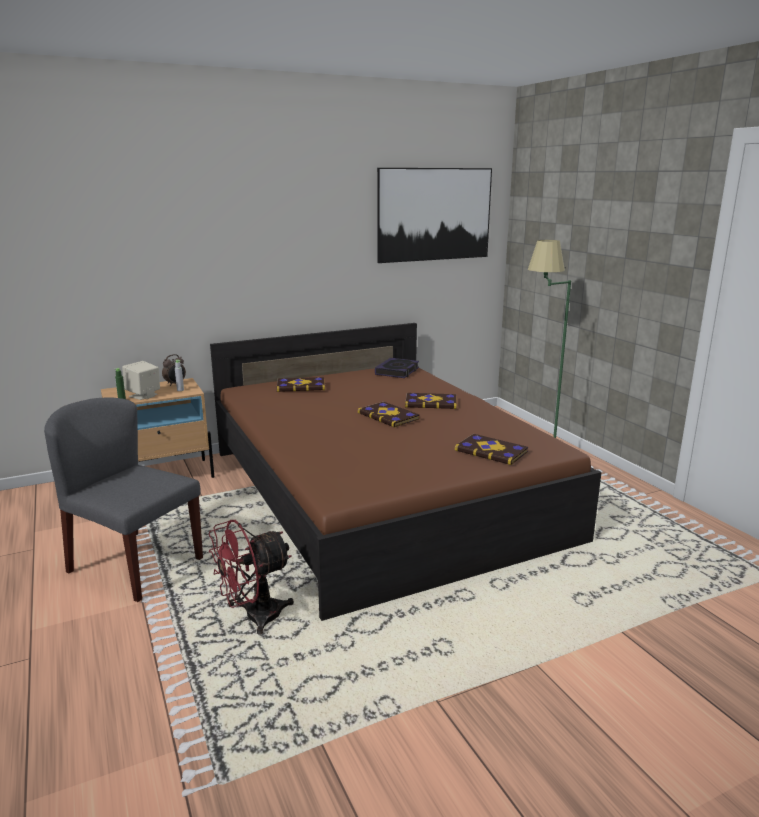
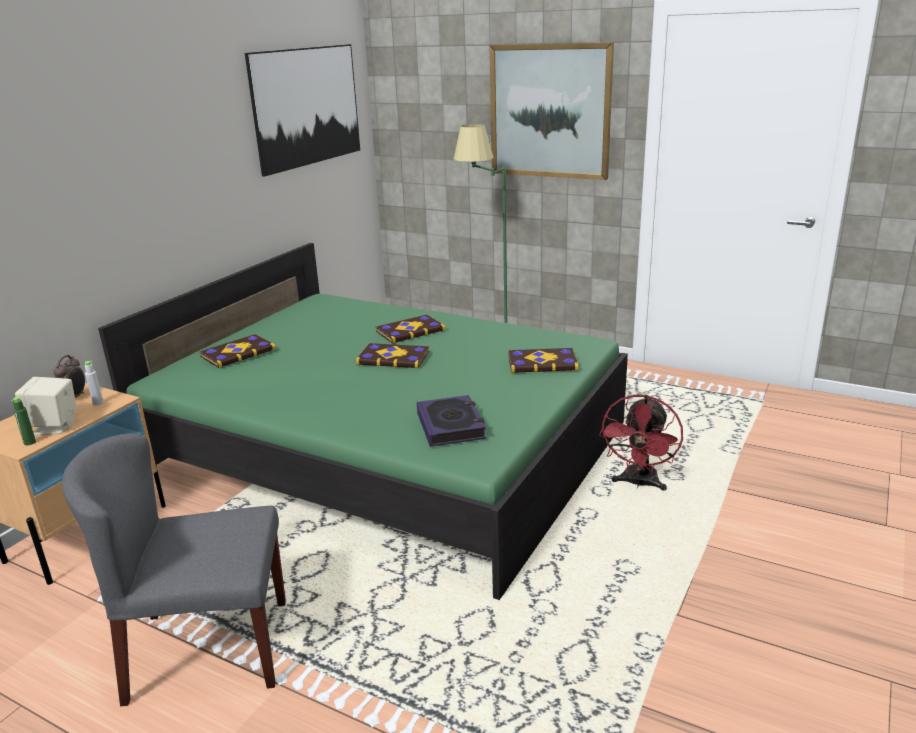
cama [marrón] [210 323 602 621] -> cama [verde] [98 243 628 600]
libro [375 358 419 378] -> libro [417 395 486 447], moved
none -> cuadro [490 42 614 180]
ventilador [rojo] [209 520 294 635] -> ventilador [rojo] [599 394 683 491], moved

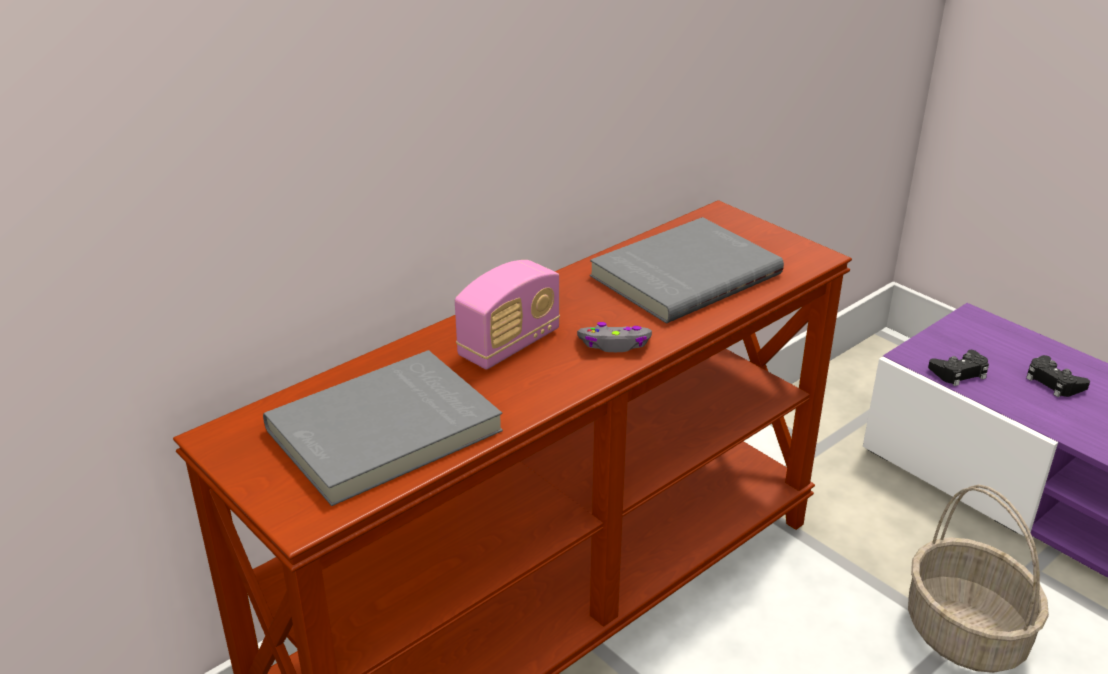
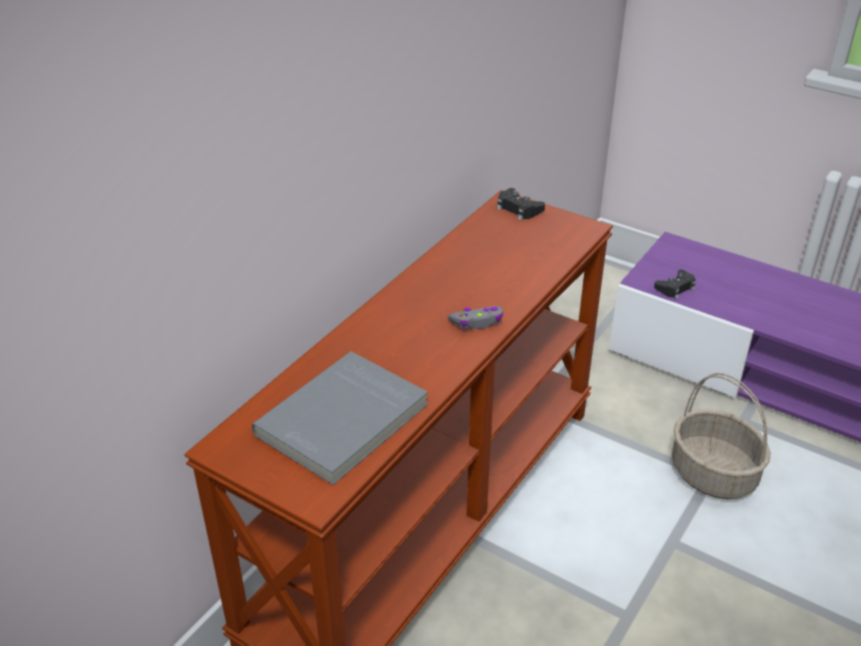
mando de consola [negro] [1026 355 1090 397] -> mando de consola [negro] [497 188 545 221], moved
radio [455 260 560 370] -> none
libro [gris] [590 217 784 324] -> none

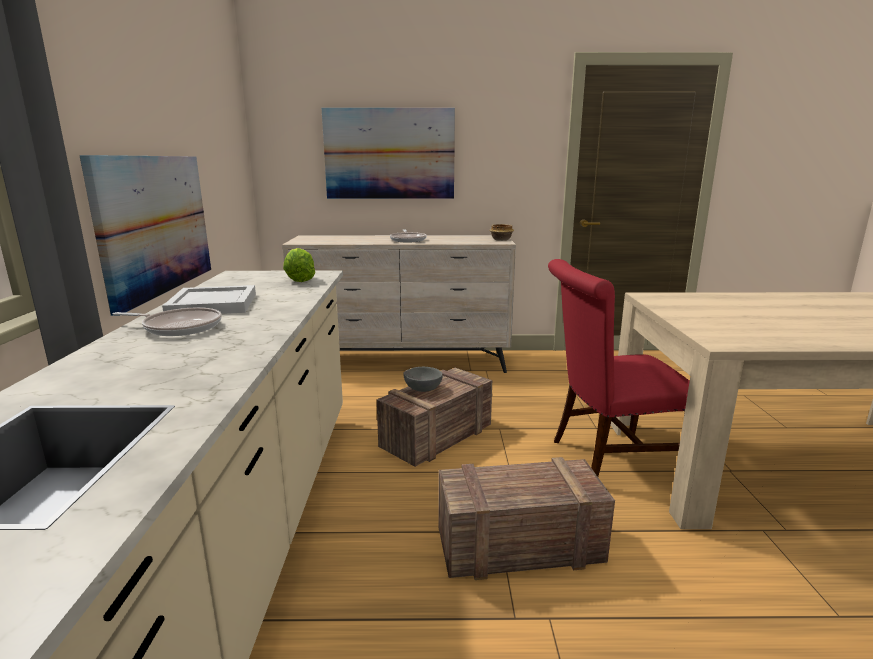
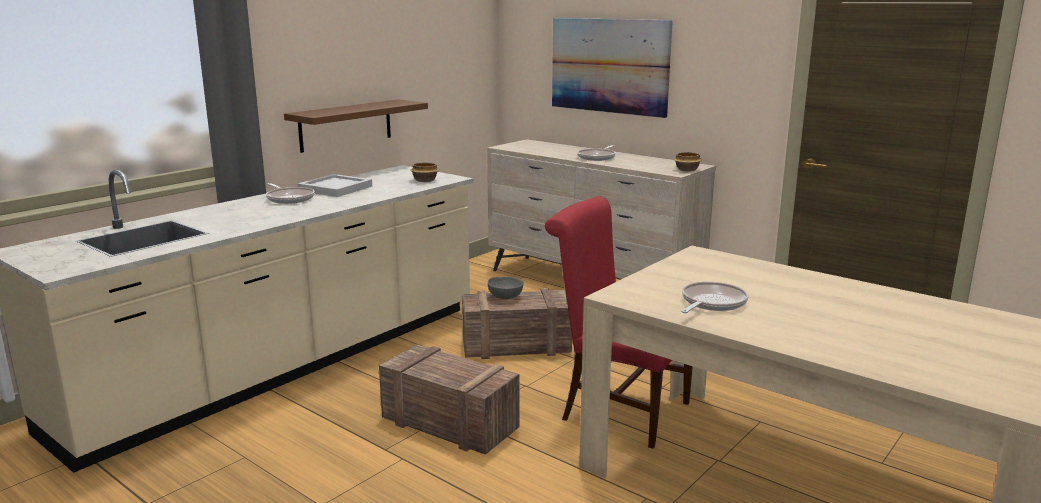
cuadro [79 155 211 316] -> estante [marrón] [284 99 428 153]
lechuga [283 248 315 282] -> cuenco [410 162 439 182]
none -> sartén [681 282 748 313]

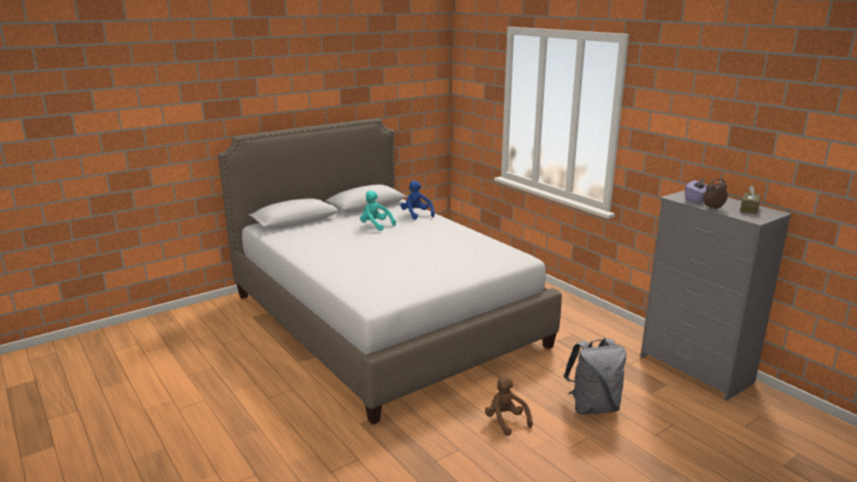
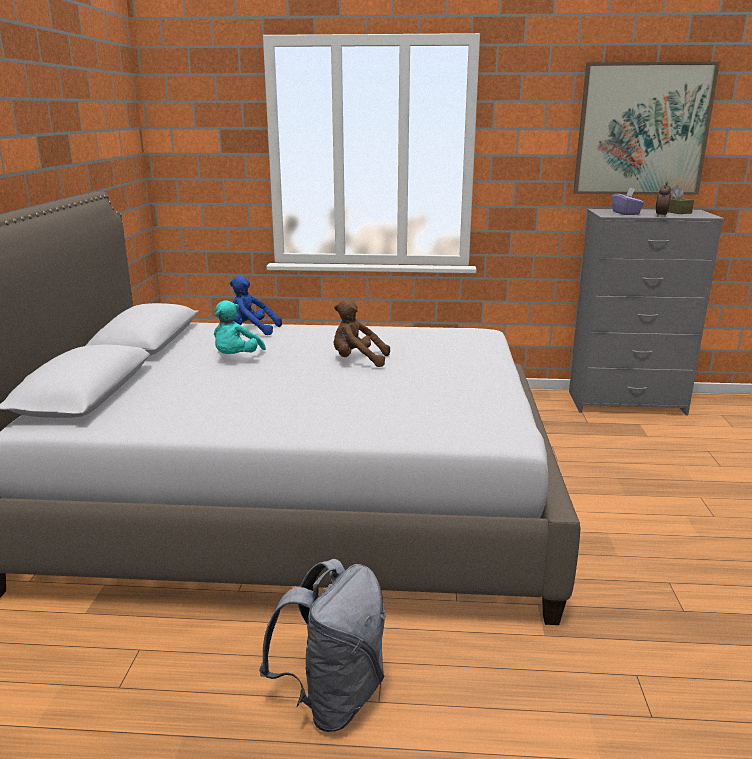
peluche [turquesa] [360 190 396 231] -> peluche [turquesa] [214 300 266 354], 60 degrees counterclockwise
mochila [gris] [563 338 626 415] -> mochila [gris] [259 559 386 732], moved
peluche [marrón] [485 376 533 436] -> peluche [marrón] [333 299 390 367], moved
none -> cuadro [573 62 720 195]

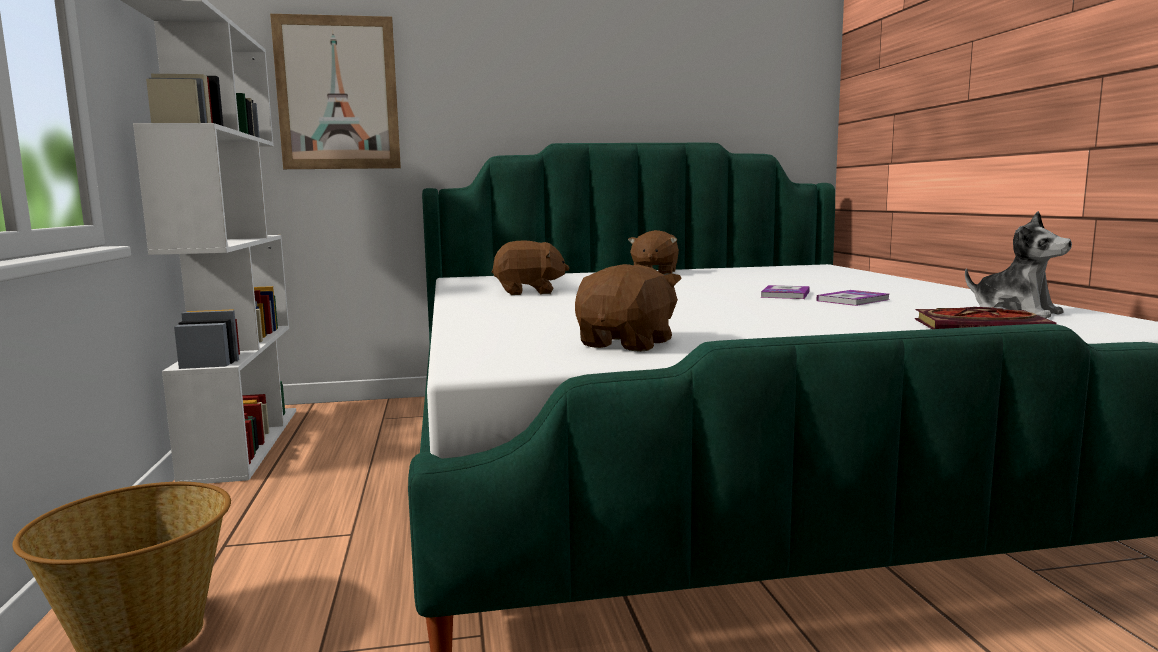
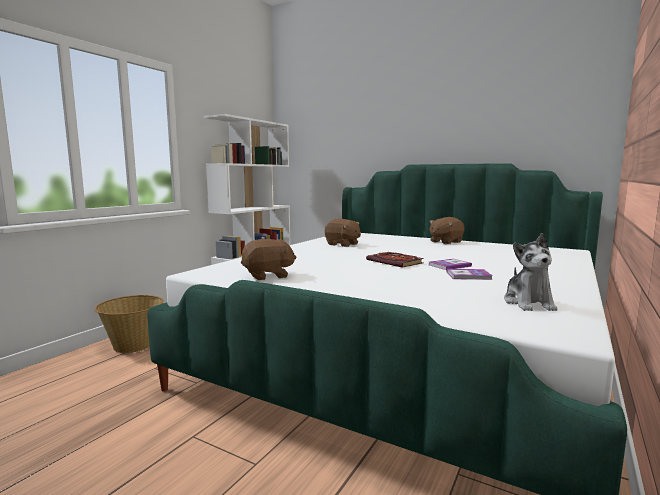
libro [915 307 1056 329] -> libro [366 252 424 268], moved
cuadro [270 14 401 169] -> none

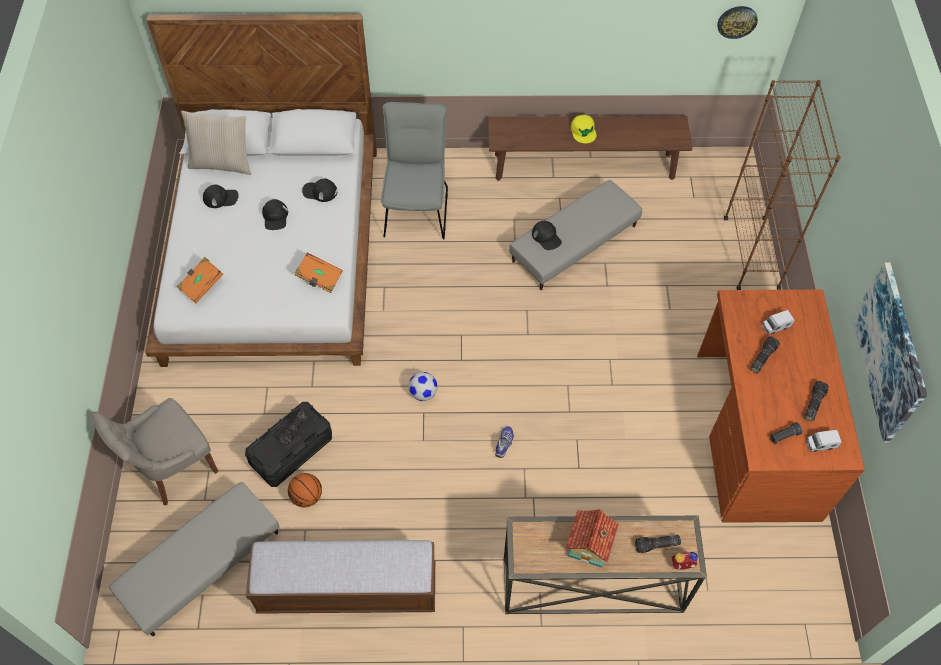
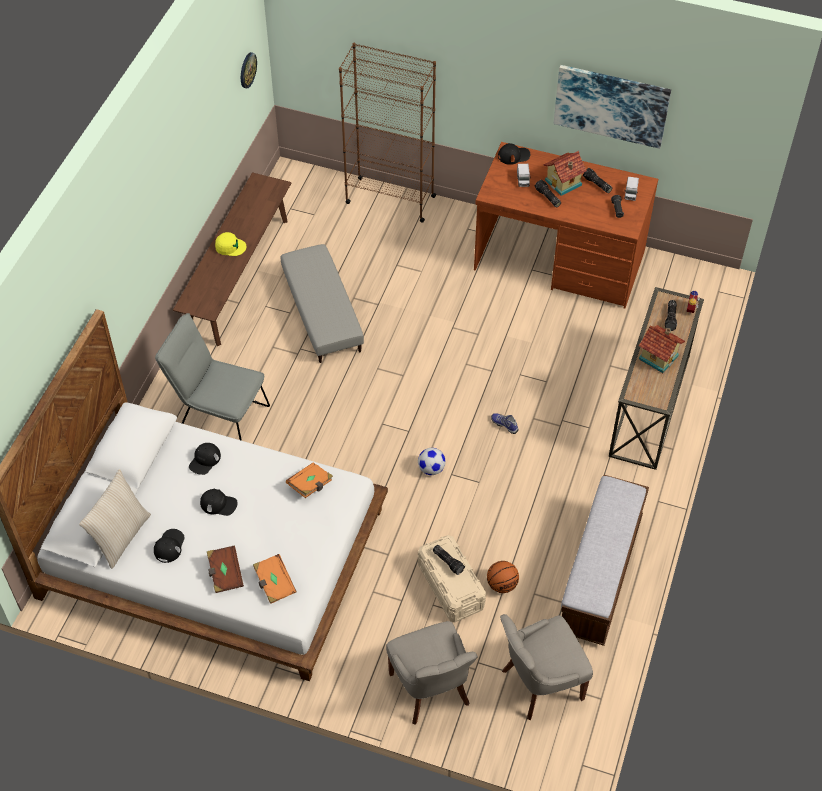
none -> libro [marrón] [207 546 244 593]
caja de almacenaje [negro] [245 402 332 487] -> caja de almacenaje [beis] [418 535 486 623]
gorra [negro] [532 221 562 250] -> gorra [negro] [498 143 530 165], moved
puf [gris] [109 482 279 636] -> silla [gris] [500 614 593 720]
none -> casita [543 151 587 196]

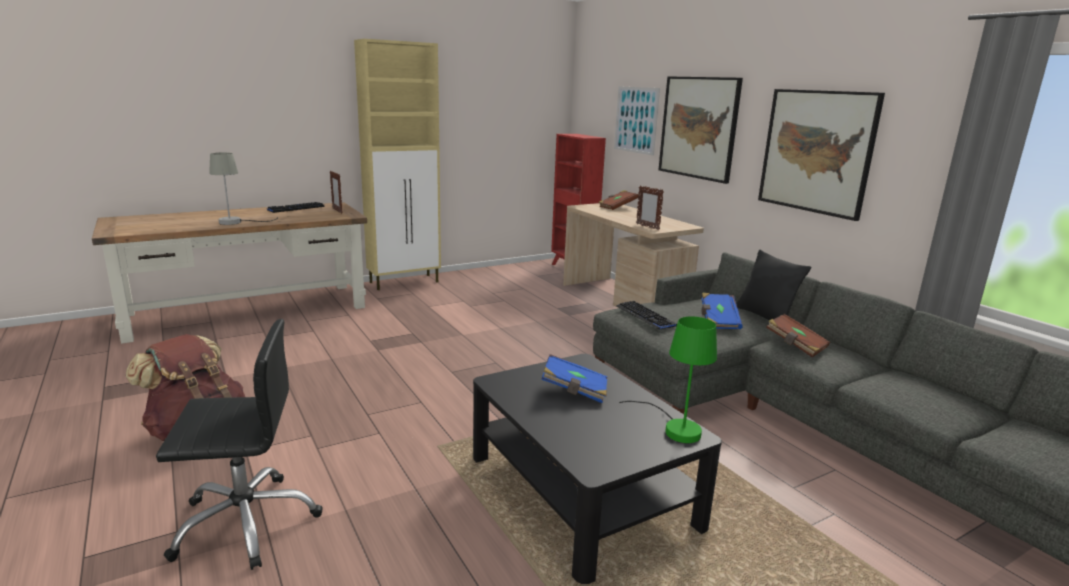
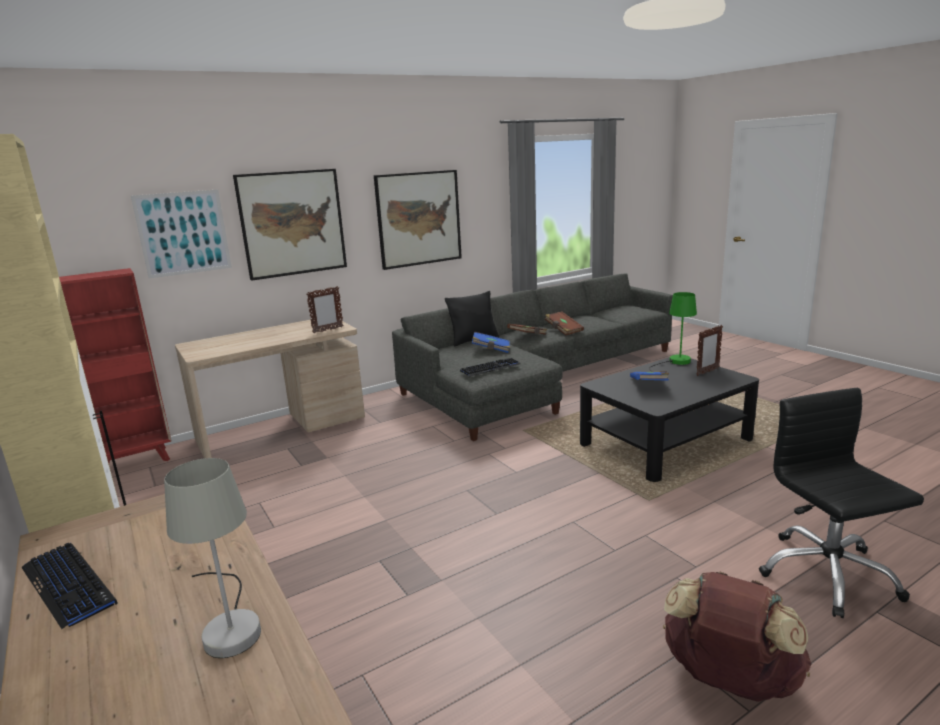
libro [marrón] [599 190 638 210] -> libro [marrón] [545 311 584 335], moved
portarretratos [330 171 343 214] -> portarretratos [696 325 723 376], moved

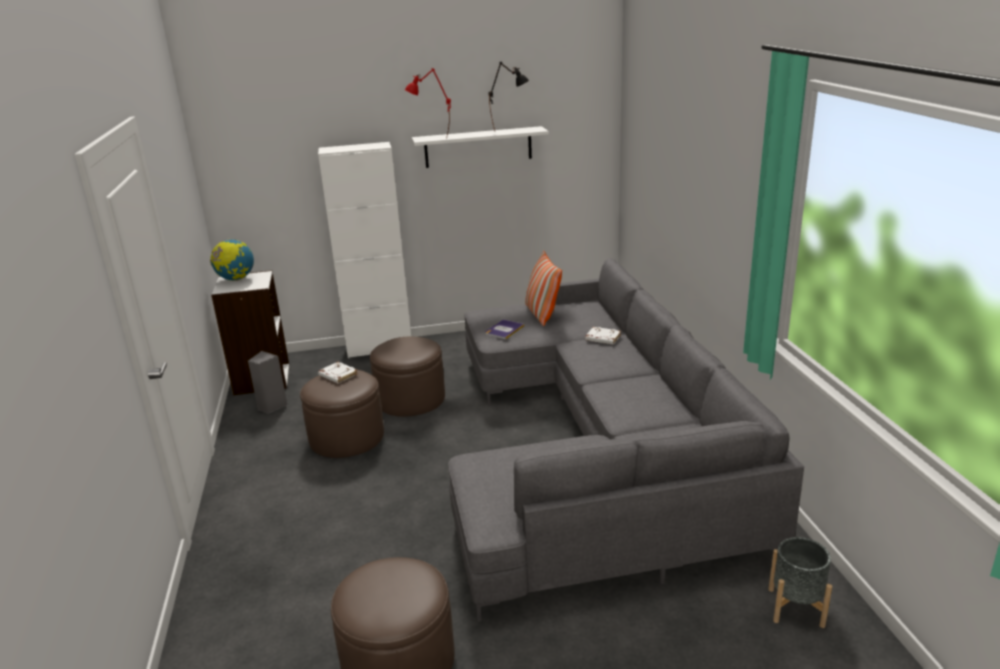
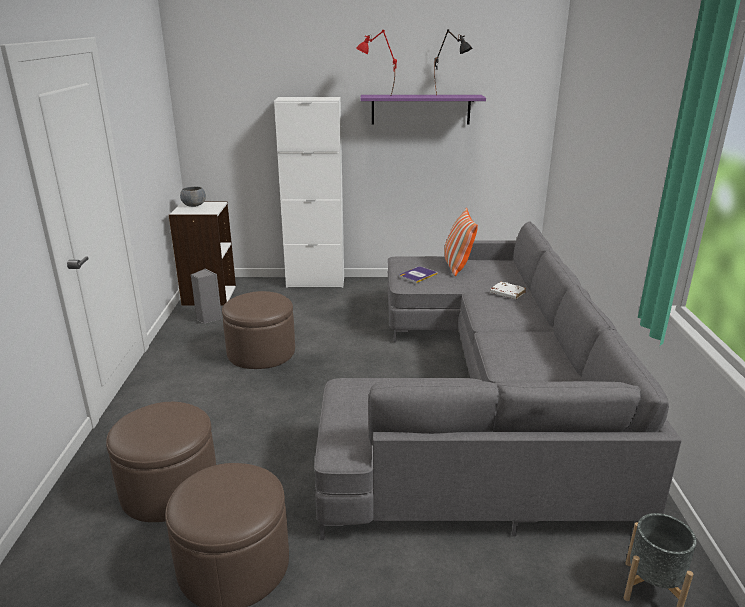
puf [marrón] [370 336 445 417] -> puf [marrón] [106 402 216 522], moved
globo terráqueo [210 239 254 281] -> cuenco [gris] [180 187 206 207]
estante [blanco] [412 126 549 168] -> estante [morado] [360 95 486 124]
libro [blanco] [318 362 357 383] -> none

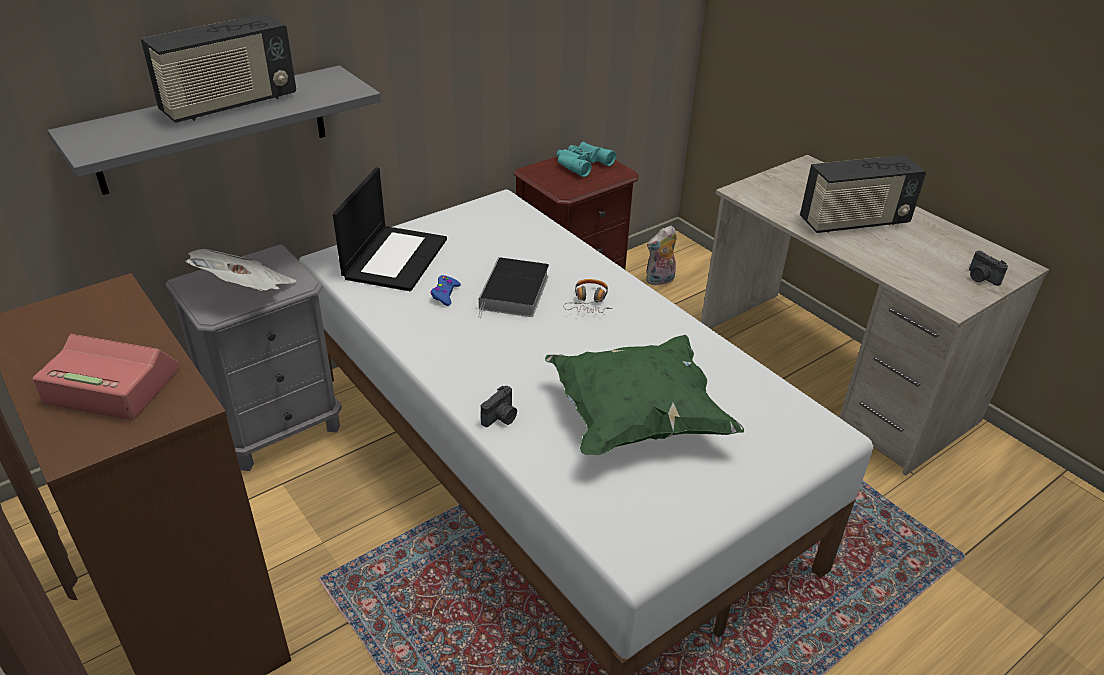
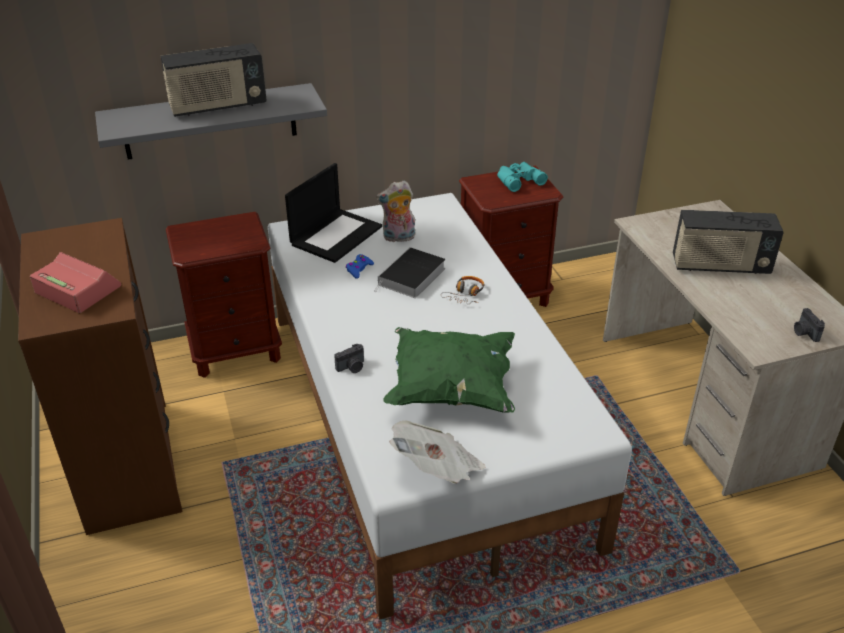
mesita de noche [gris] [165 244 342 471] -> mesita de noche [marrón] [166 212 282 378]
peluche [646 226 677 286] -> peluche [376 181 415 242], moved
periódico [185 249 297 291] -> periódico [389 420 485 484], moved

